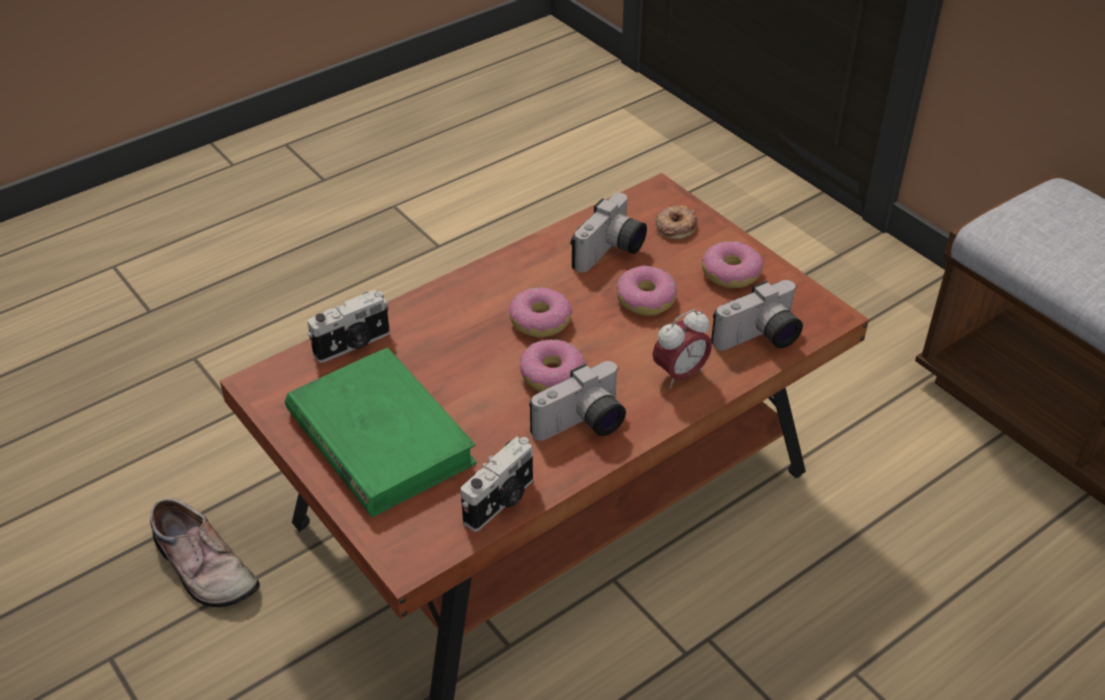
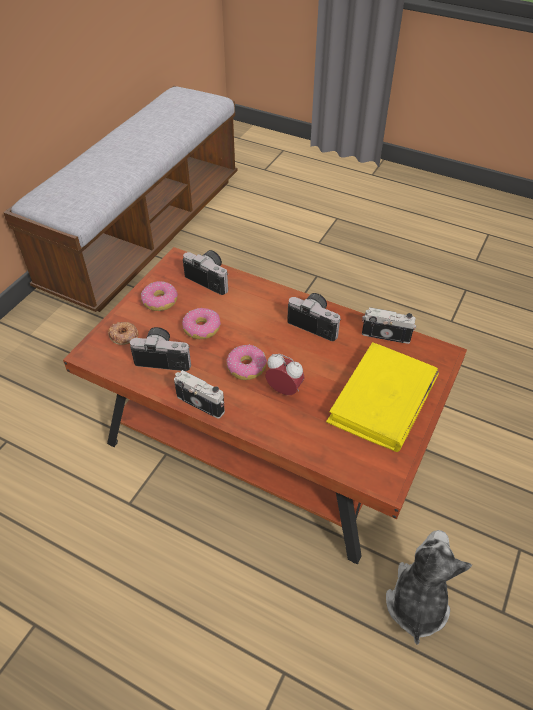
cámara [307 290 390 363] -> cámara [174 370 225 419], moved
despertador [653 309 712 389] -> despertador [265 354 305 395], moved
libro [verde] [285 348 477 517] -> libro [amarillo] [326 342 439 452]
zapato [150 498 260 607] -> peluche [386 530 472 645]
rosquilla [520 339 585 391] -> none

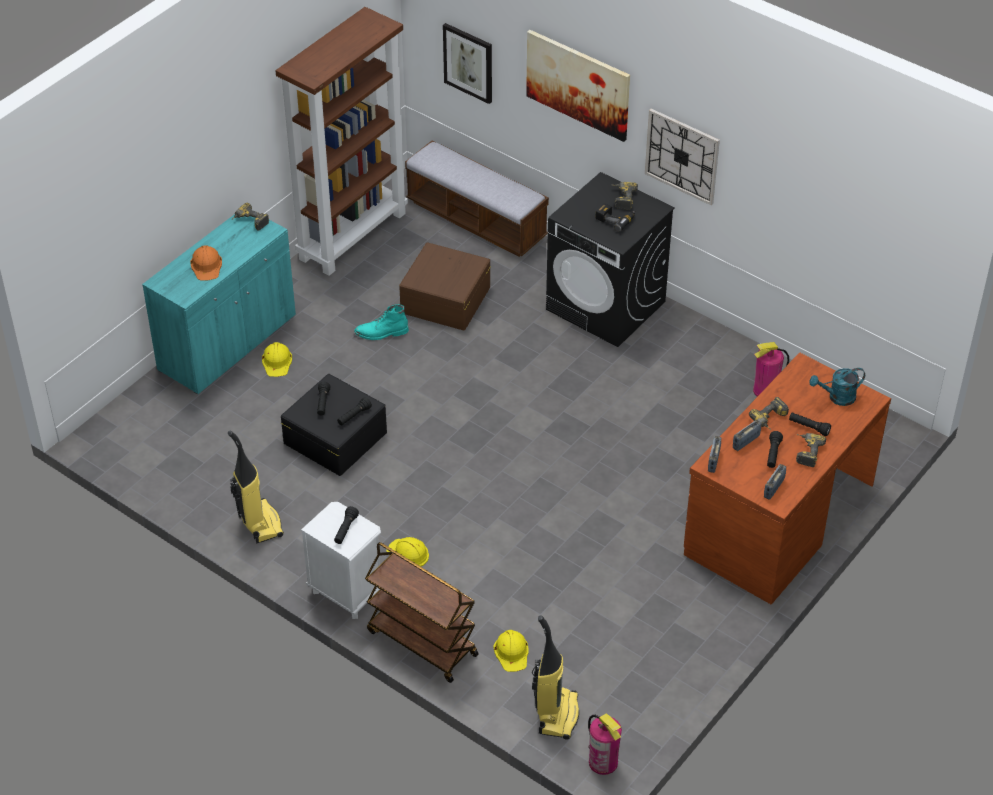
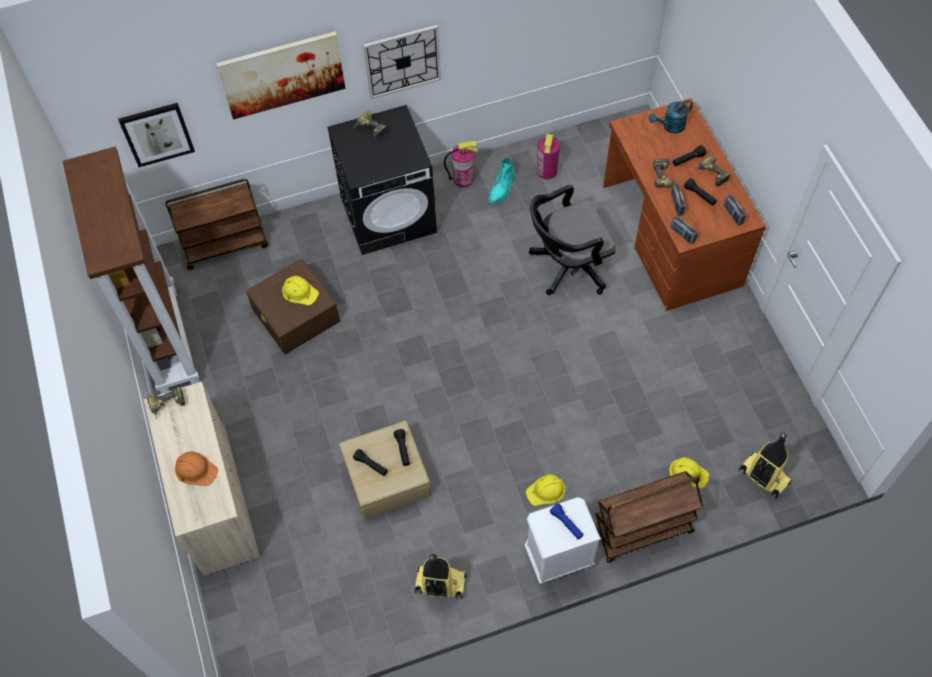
armario [turquesa] [142 214 296 394] -> armario [beis] [144 382 260 576]
banco [405 140 549 257] -> carrito [marrón] [165 179 268 270]
casco [amarillo] [262 342 292 377] -> casco [amarillo] [282 276 319 305], moved
caja de almacenaje [negro] [281 374 387 476] -> caja de almacenaje [beis] [339 421 431 519]
extintor [588 713 622 775] -> extintor [444 141 478 188], moved
bota [turquesa] [354 304 409 340] -> bota [turquesa] [488 157 515 204], moved
none -> silla de oficina [negro] [529 185 615 295]
linterna [negro] [334 506 359 544] -> linterna [azul] [550 504 584 539]
regadera [turquesa] [809 368 865 406] -> regadera [turquesa] [649 100 693 133], 45 degrees clockwise
taladro [595 203 635 232] -> none

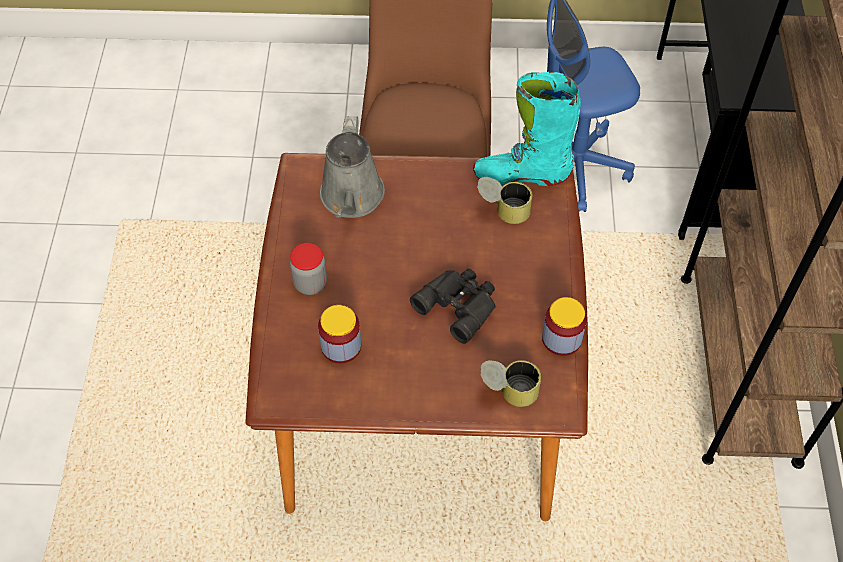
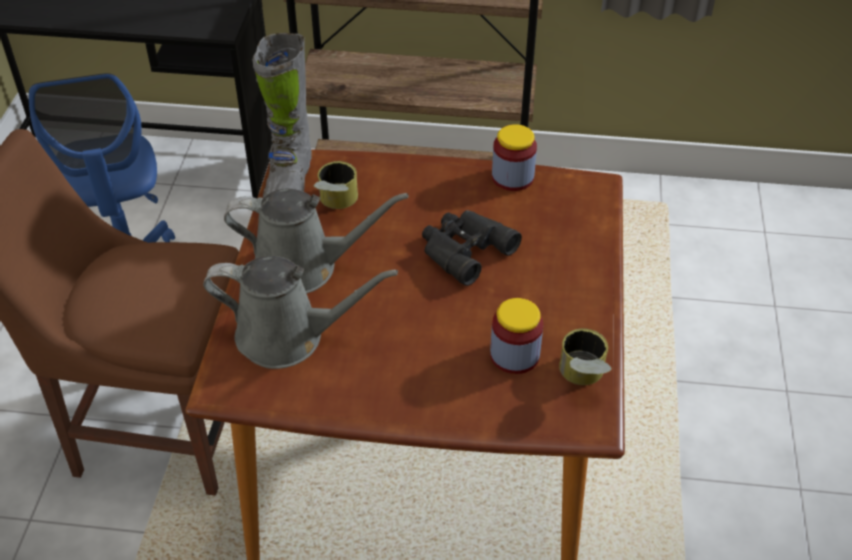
none -> regadera [gris] [224 188 409 294]
bota [turquesa] [473 72 581 186] -> bota [gris] [252 33 312 197]
lata [480 360 542 407] -> lata [559 328 611 385], moved
tarro [290 243 327 295] -> none

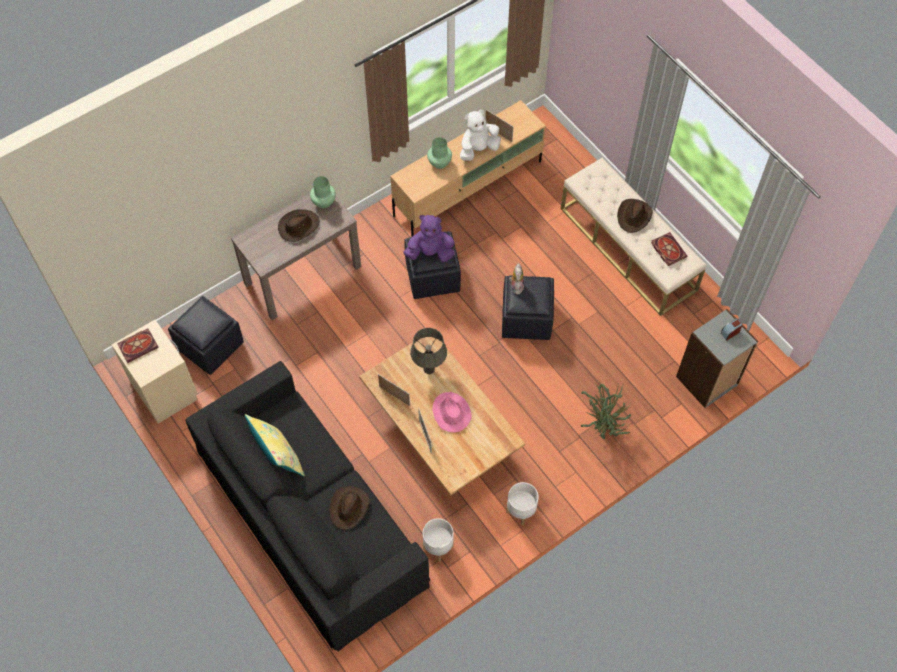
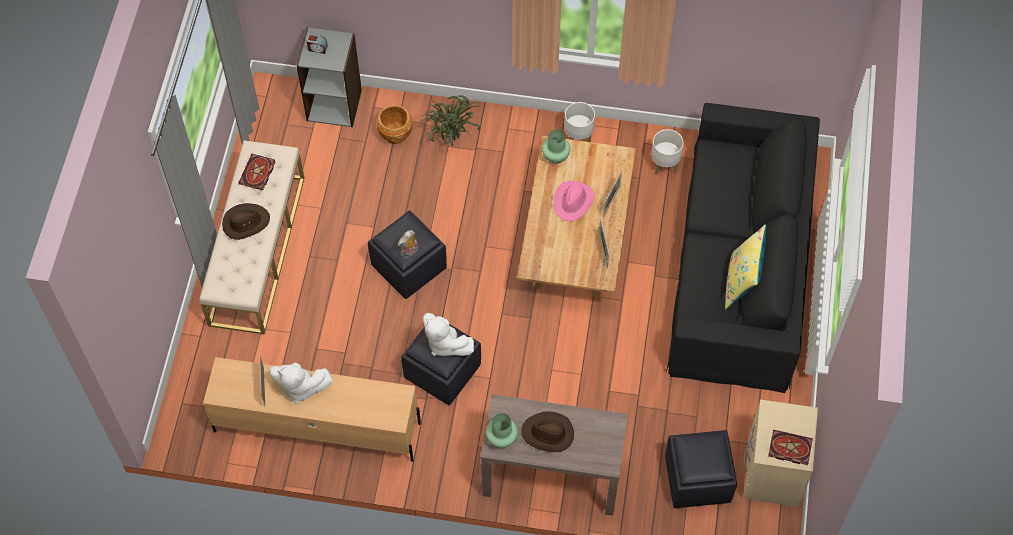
none -> maceta [marrón] [376 105 412 144]
peluche [morado] [403 215 455 262] -> peluche [blanco] [423 313 474 356]
florero [verde] [427 137 452 169] -> florero [verde] [542 129 570 164], moved
sombrero [marrón] [329 486 370 530] -> none
lámpara de mesa [gris] [410 328 447 374] -> none

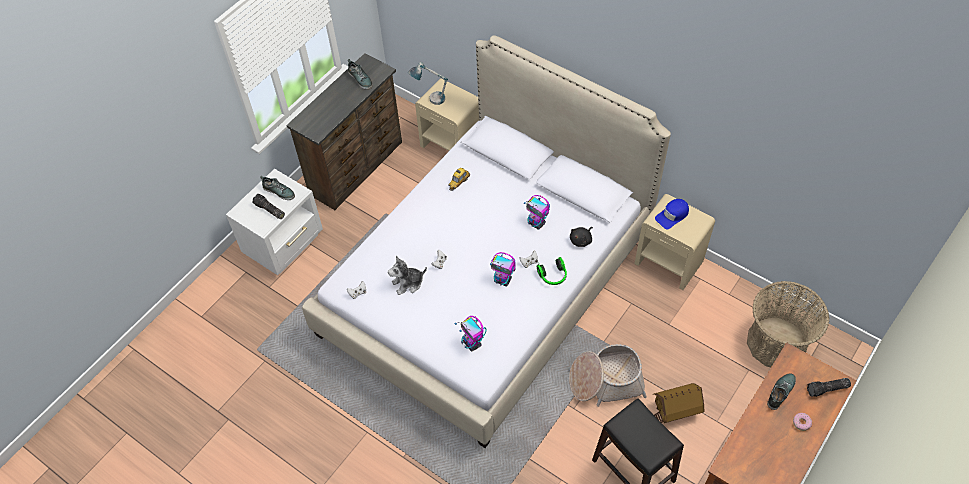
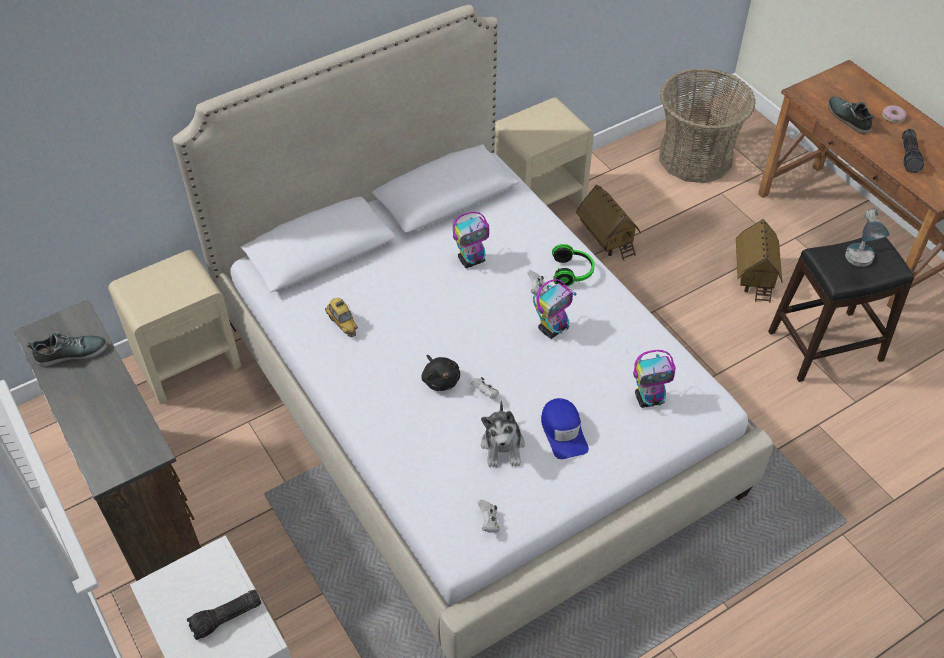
peluche [negro] [570 227 593 247] -> peluche [negro] [421 355 460 391], moved
gorra [azul] [655 199 689 229] -> gorra [azul] [541 398 589 459], moved
none -> casita [576 184 641 260]
lámpara de mesa [408 62 448 105] -> lámpara de mesa [845 207 890 267], moved
linterna [807 378 851 397] -> linterna [902 129 924 173], moved
zapato [260 176 295 200] -> none
cesta [569 344 647 407] -> none

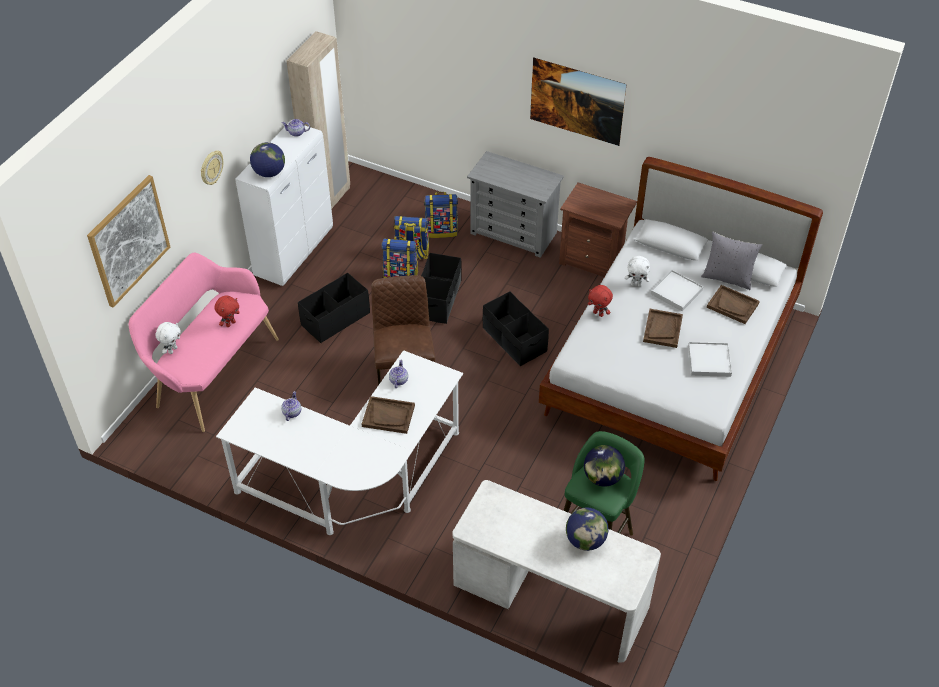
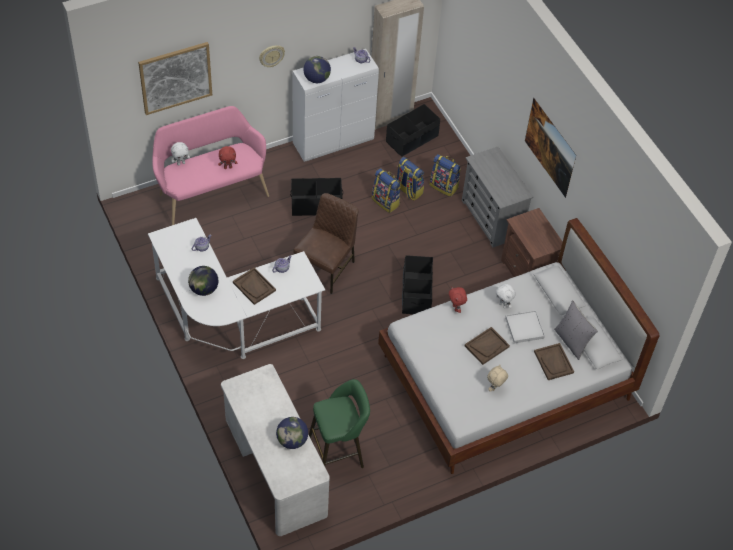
globo terráqueo [584 445 625 487] -> globo terráqueo [188 266 218 296], moved
caja de almacenaje [negro] [421 253 462 324] -> caja de almacenaje [negro] [386 104 440 157], moved
bandeja [blanco] [688 342 732 377] -> peluche [beis] [487 365 508 392]

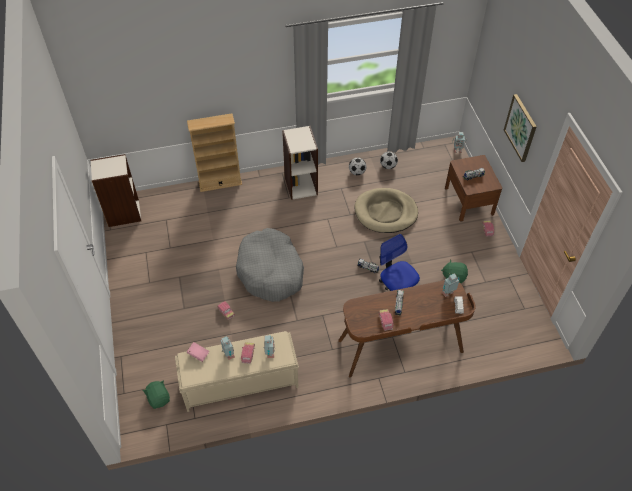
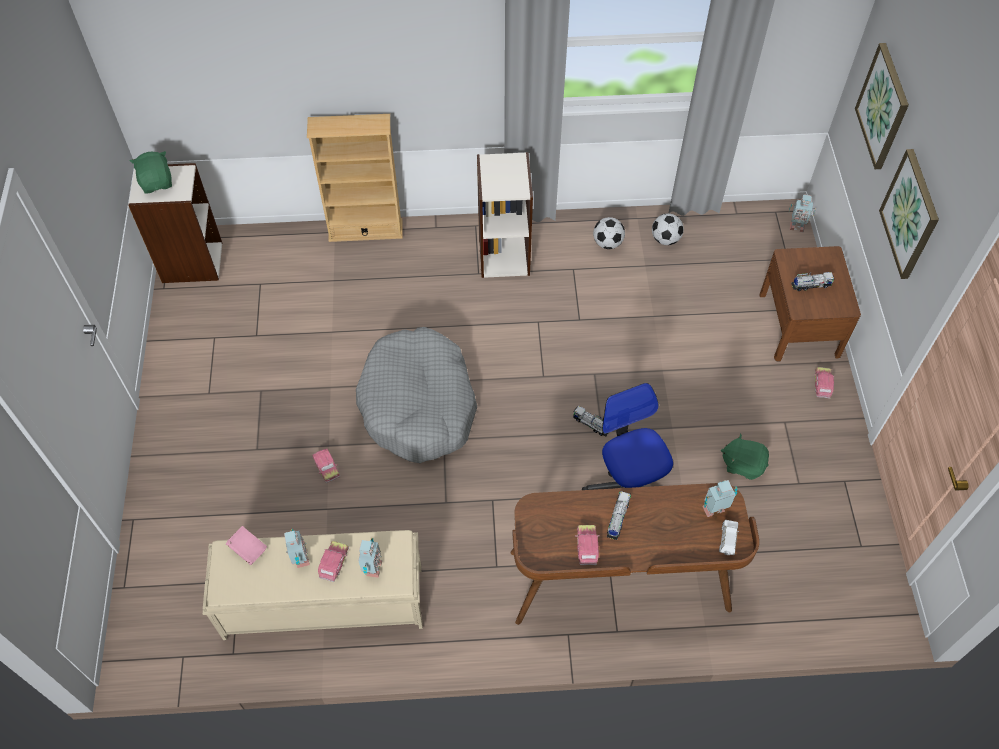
peluche [verde] [142 380 170 409] -> peluche [verde] [130 151 172 193], moved
none -> cuadro [855 43 909 169]
cama para perro [beis] [355 188 418 233] -> none

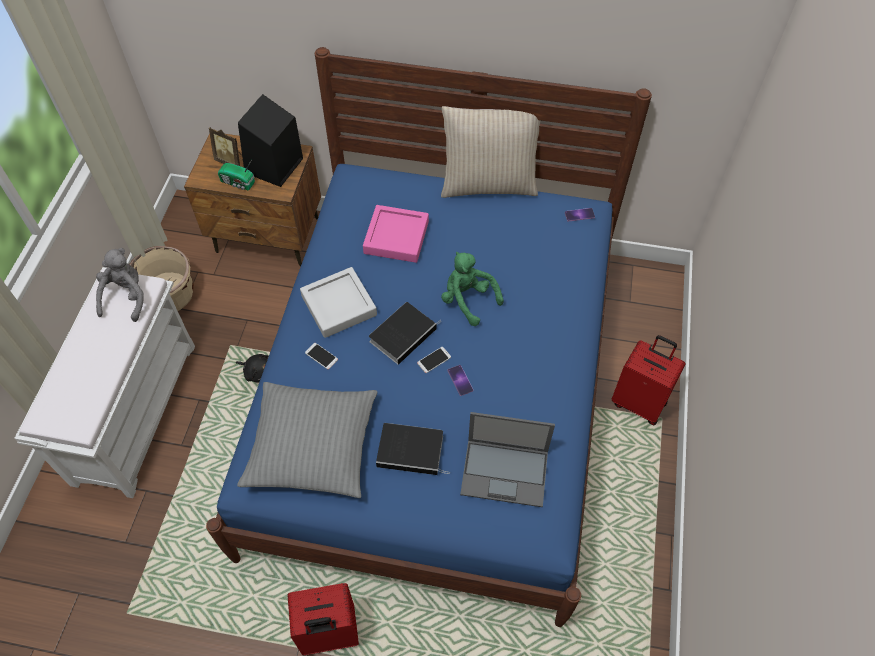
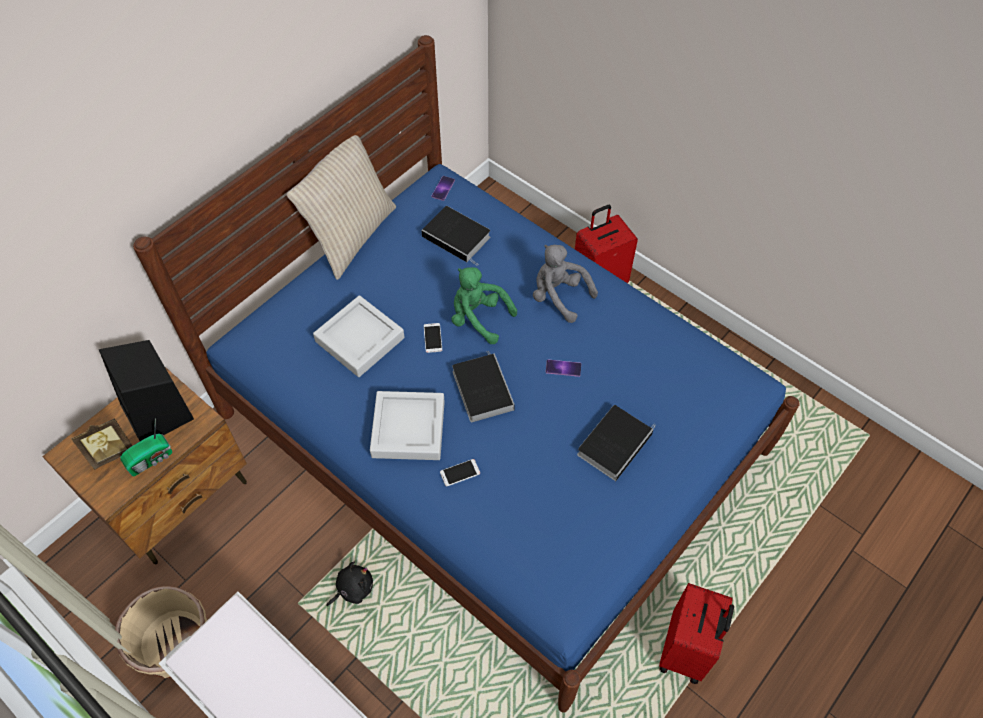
bandeja [rosa] [363 205 429 263] -> bandeja [gris] [313 295 405 377]
none -> libro [421 206 490 266]
móvil [417 347 451 373] -> móvil [424 323 442 353], moved
peluche [verde] [441 252 504 326] -> peluche [verde] [451 267 517 344], 45 degrees clockwise
peluche [gris] [96 248 144 322] -> peluche [gris] [533 245 598 323], moved
cojín [gris] [237 382 377 498] -> none
portátil [460 412 555 507] -> none

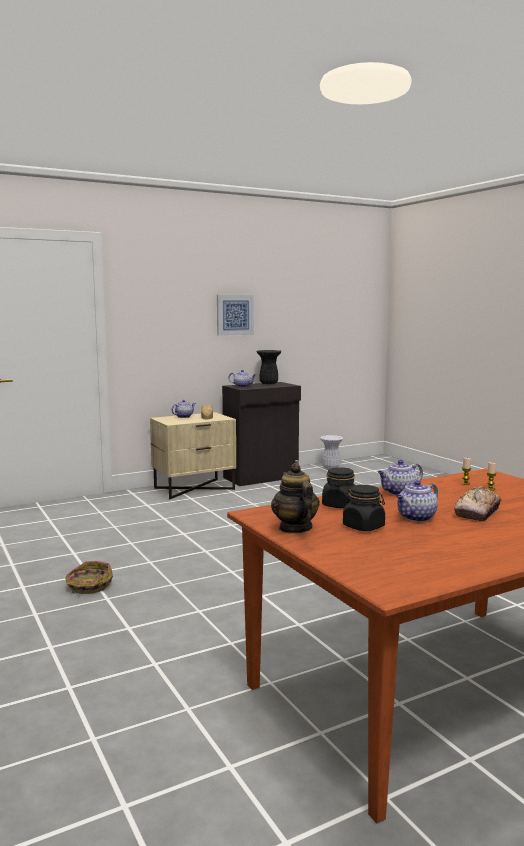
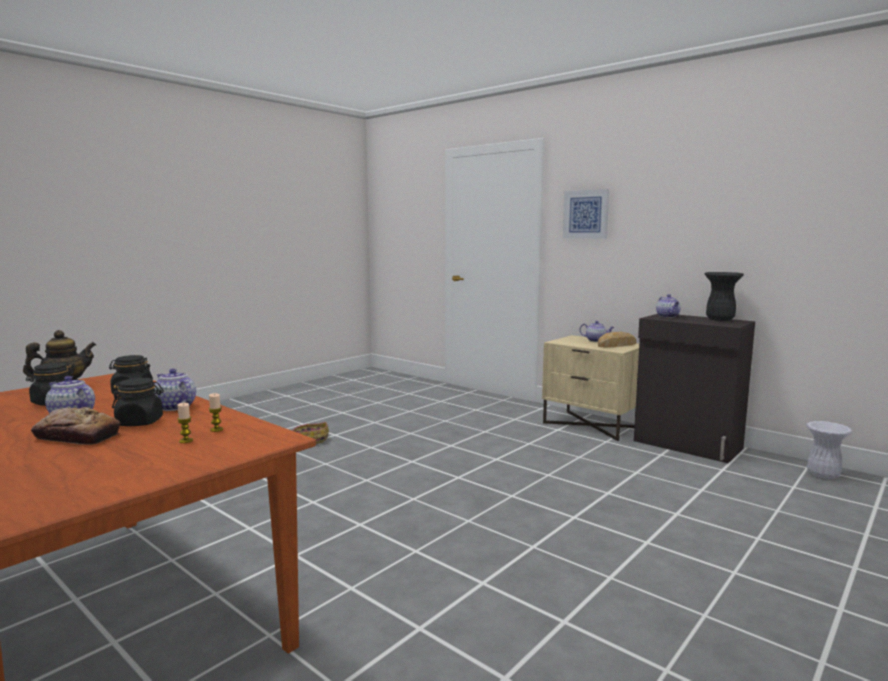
none -> tarro [negro] [112 378 164 426]
cuadro [217 295 254 336] -> cuadro [563 189 609 239], moved

